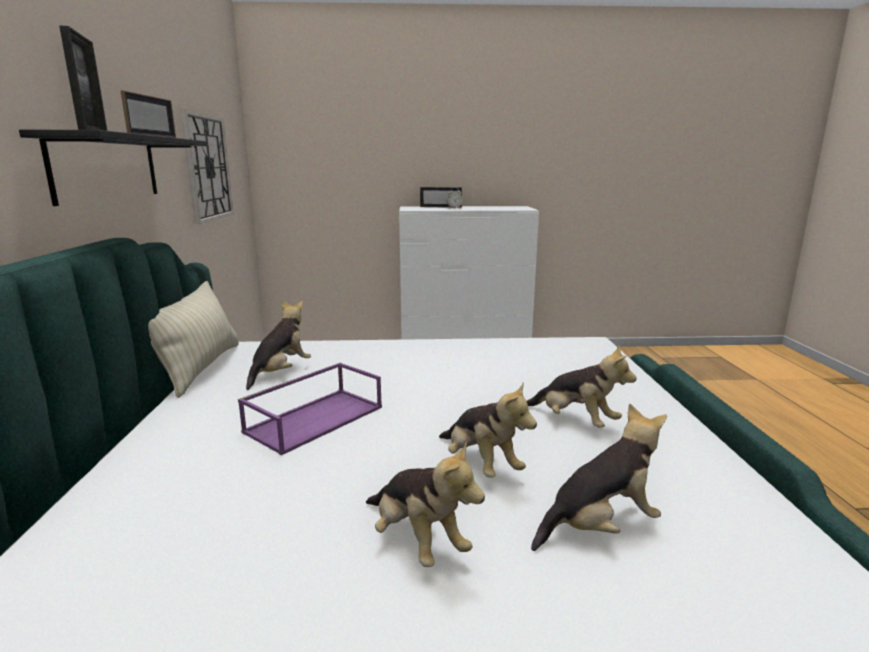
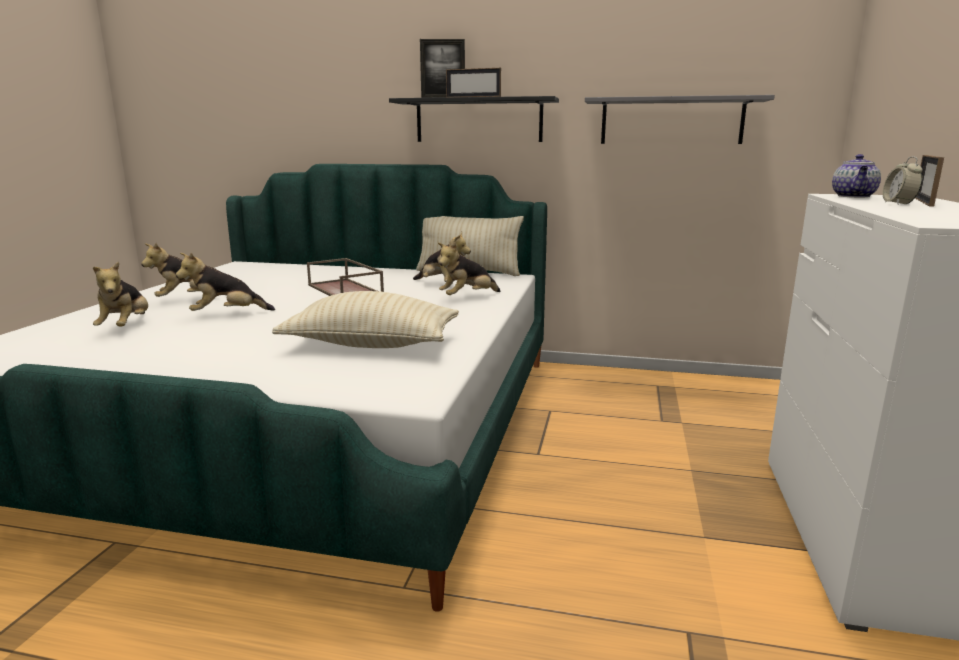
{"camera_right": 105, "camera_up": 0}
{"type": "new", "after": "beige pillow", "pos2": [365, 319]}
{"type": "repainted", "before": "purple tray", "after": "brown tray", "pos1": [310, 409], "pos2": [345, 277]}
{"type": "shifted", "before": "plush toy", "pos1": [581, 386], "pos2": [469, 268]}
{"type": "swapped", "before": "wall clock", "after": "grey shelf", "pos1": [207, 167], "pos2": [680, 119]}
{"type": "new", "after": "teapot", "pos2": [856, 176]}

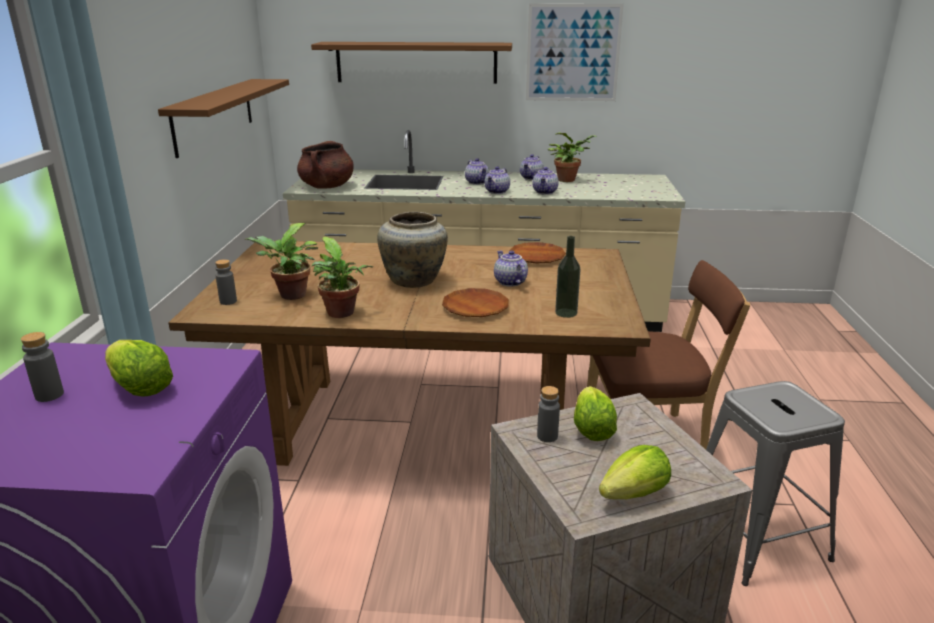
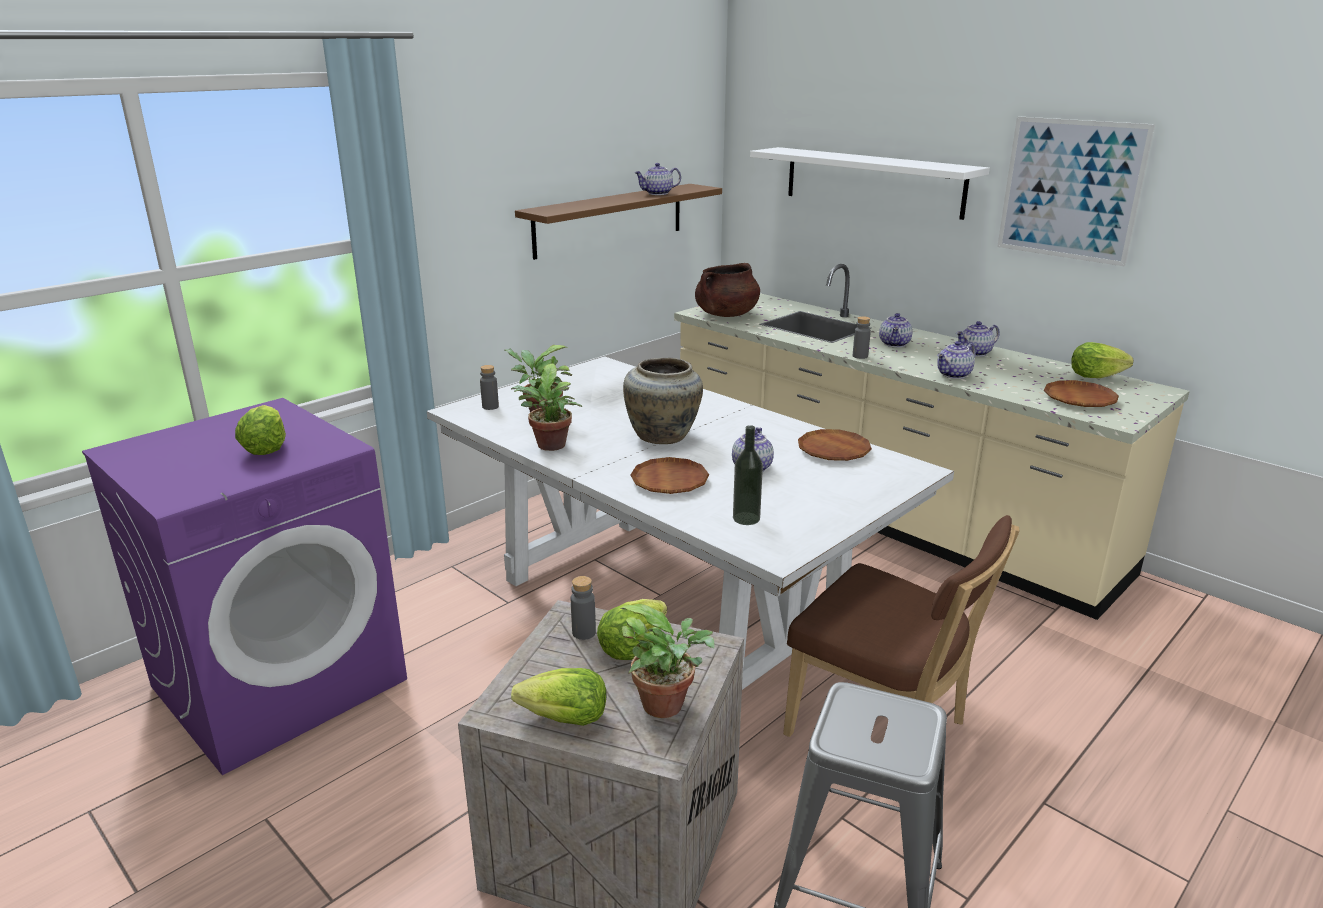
{"camera_right": 40, "camera_up": 0}
{"type": "repainted", "before": "brown dining table", "after": "white dining table", "pos1": [409, 353], "pos2": [690, 523]}
{"type": "shifted", "before": "potted plant", "pos1": [572, 157], "pos2": [667, 661]}
{"type": "shifted", "before": "teapot", "pos1": [497, 180], "pos2": [657, 179]}
{"type": "repainted", "before": "brown shelf", "after": "white shelf", "pos1": [411, 63], "pos2": [870, 183]}
{"type": "shifted", "before": "grey bottle", "pos1": [42, 367], "pos2": [862, 337]}
{"type": "new", "after": "brown plate", "pos2": [1081, 393]}
{"type": "new", "after": "lettuce", "pos2": [1102, 360]}

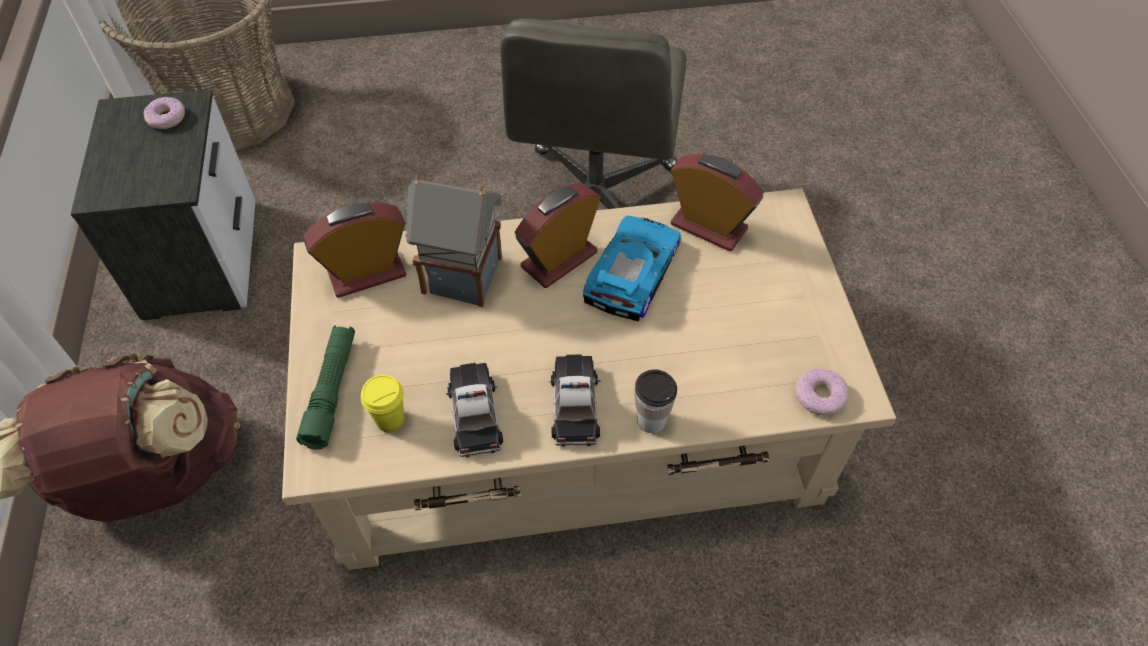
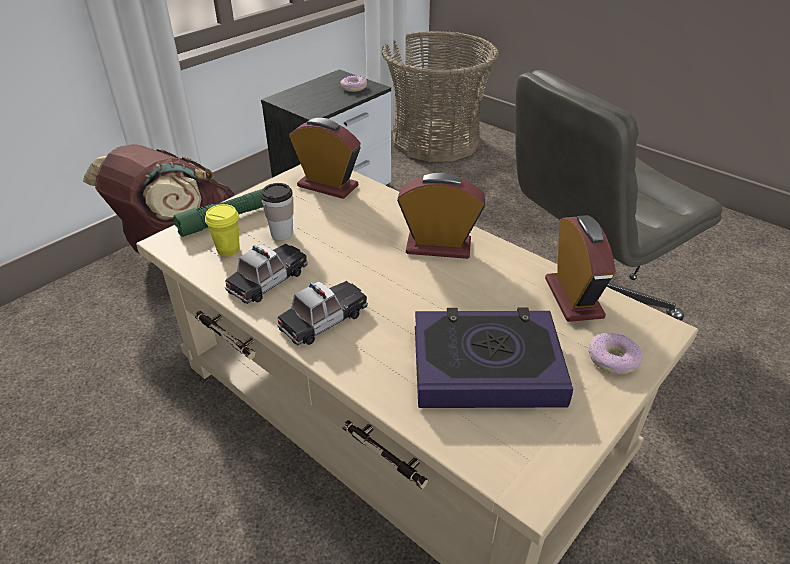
{"camera_right": 50, "camera_up": -15}
{"type": "shifted", "before": "cup", "pos1": [656, 401], "pos2": [277, 212]}
{"type": "new", "after": "book", "pos2": [494, 357]}
{"type": "shifted", "before": "donut", "pos1": [822, 392], "pos2": [615, 353]}
{"type": "gone", "before": "toy house", "pos1": [454, 241]}
{"type": "gone", "before": "toy car", "pos1": [632, 268]}

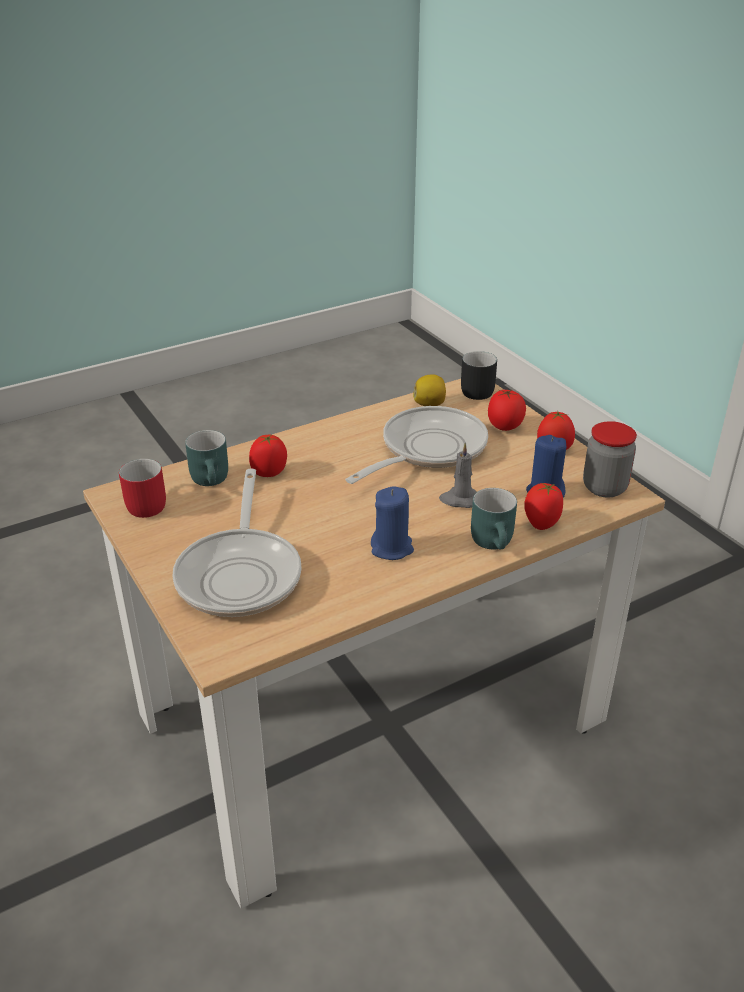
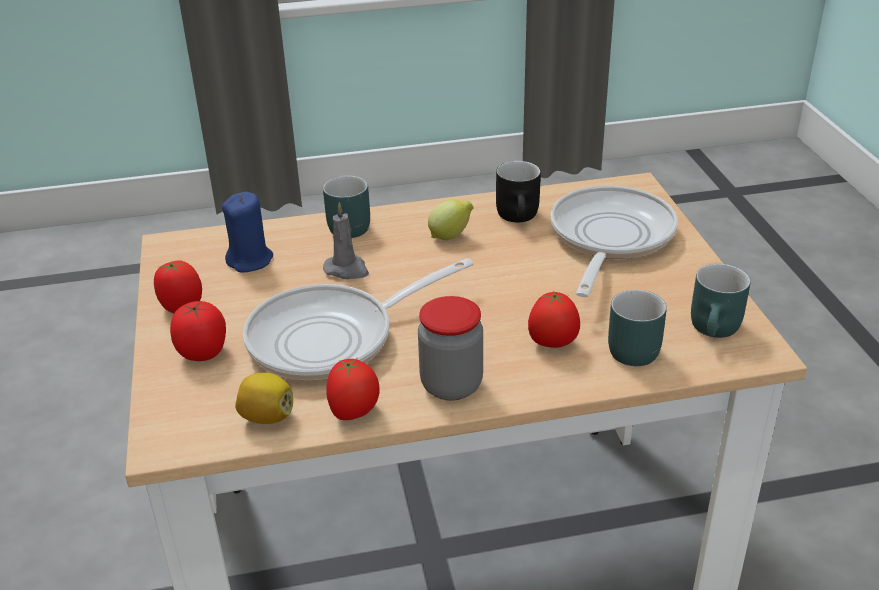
{"camera_right": -160, "camera_up": 0}
{"type": "shifted", "before": "tomato", "pos1": [543, 506], "pos2": [353, 389]}
{"type": "shifted", "before": "jar", "pos1": [610, 459], "pos2": [450, 348]}
{"type": "swapped", "before": "blue candle", "after": "lemon", "pos1": [392, 523], "pos2": [451, 220]}
{"type": "shifted", "before": "black mug", "pos1": [479, 375], "pos2": [518, 191]}
{"type": "repainted", "before": "red mug", "after": "turquoise mug", "pos1": [142, 488], "pos2": [721, 301]}

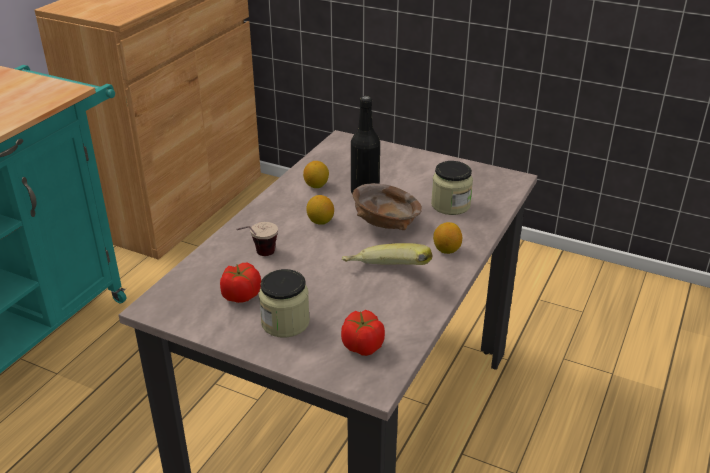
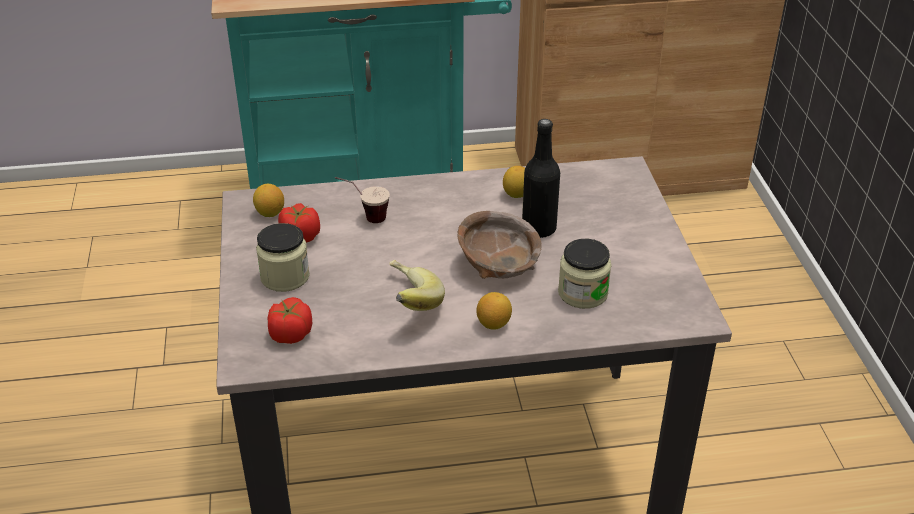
{"camera_right": 55, "camera_up": 5}
{"type": "shifted", "before": "lemon", "pos1": [320, 210], "pos2": [268, 200]}

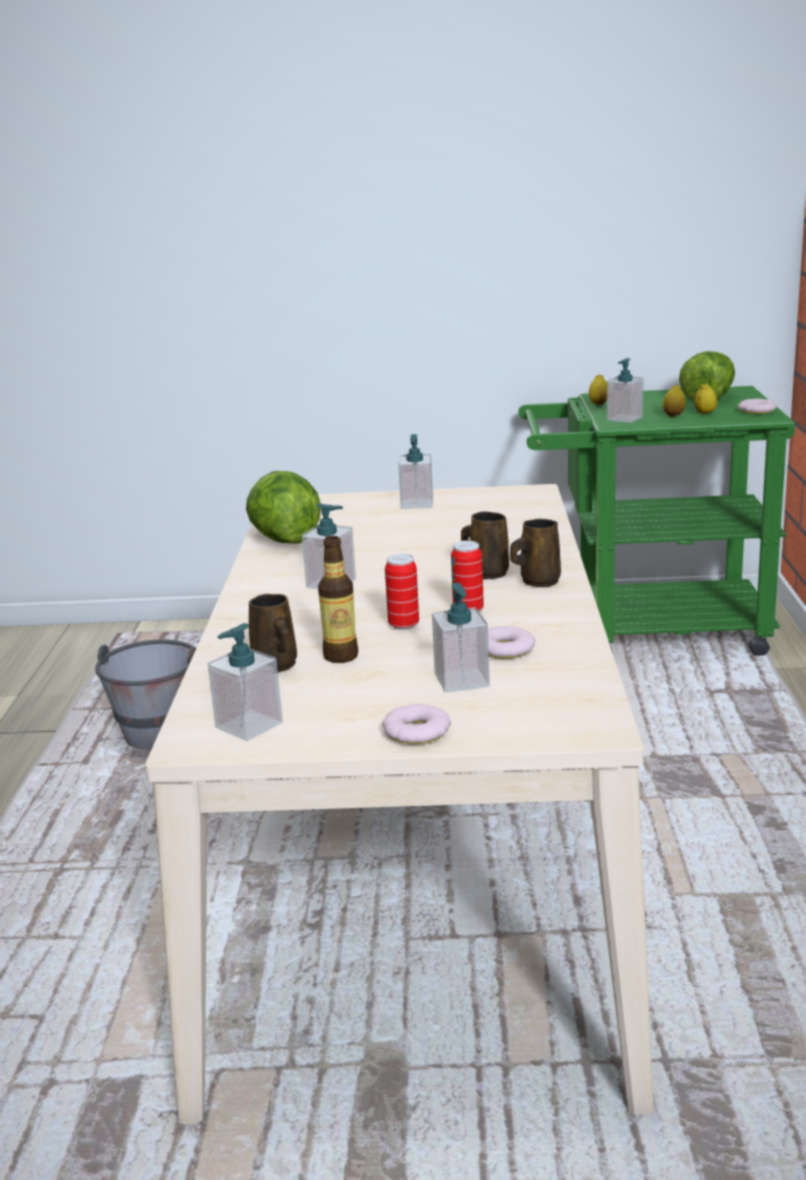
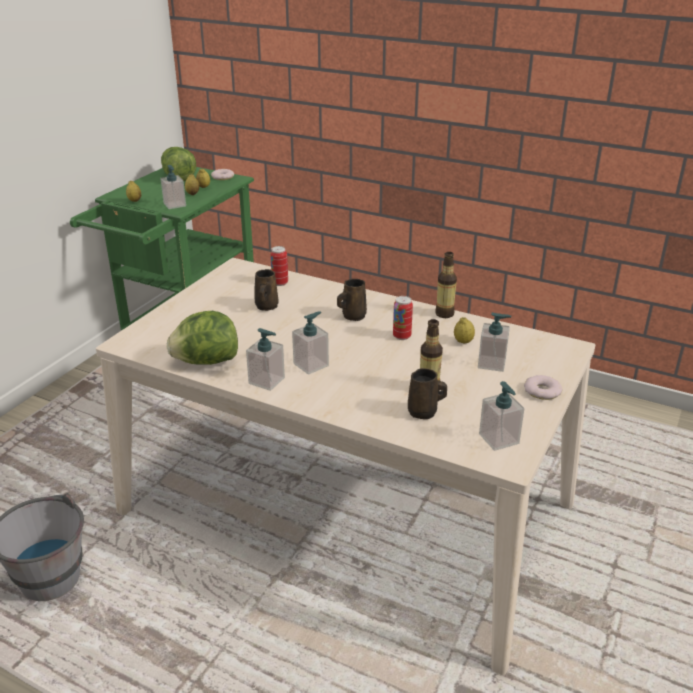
{"camera_right": -65, "camera_up": 10}
{"type": "shifted", "before": "soap dispenser", "pos1": [415, 471], "pos2": [265, 359]}
{"type": "shifted", "before": "brown mug", "pos1": [535, 553], "pos2": [266, 290]}
{"type": "shifted", "before": "can", "pos1": [402, 592], "pos2": [279, 266]}
{"type": "new", "after": "bottle", "pos2": [446, 285]}
{"type": "swapped", "before": "donut", "after": "lemon", "pos1": [511, 642], "pos2": [464, 330]}

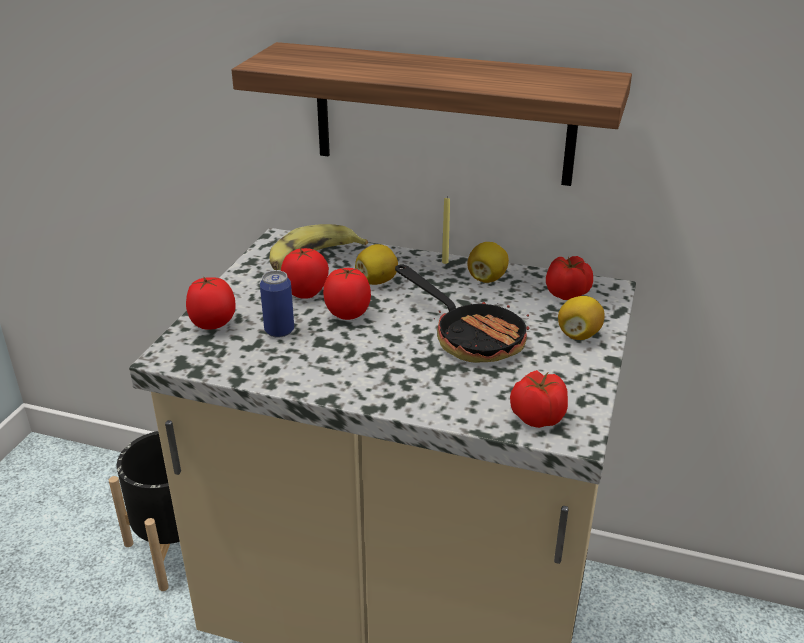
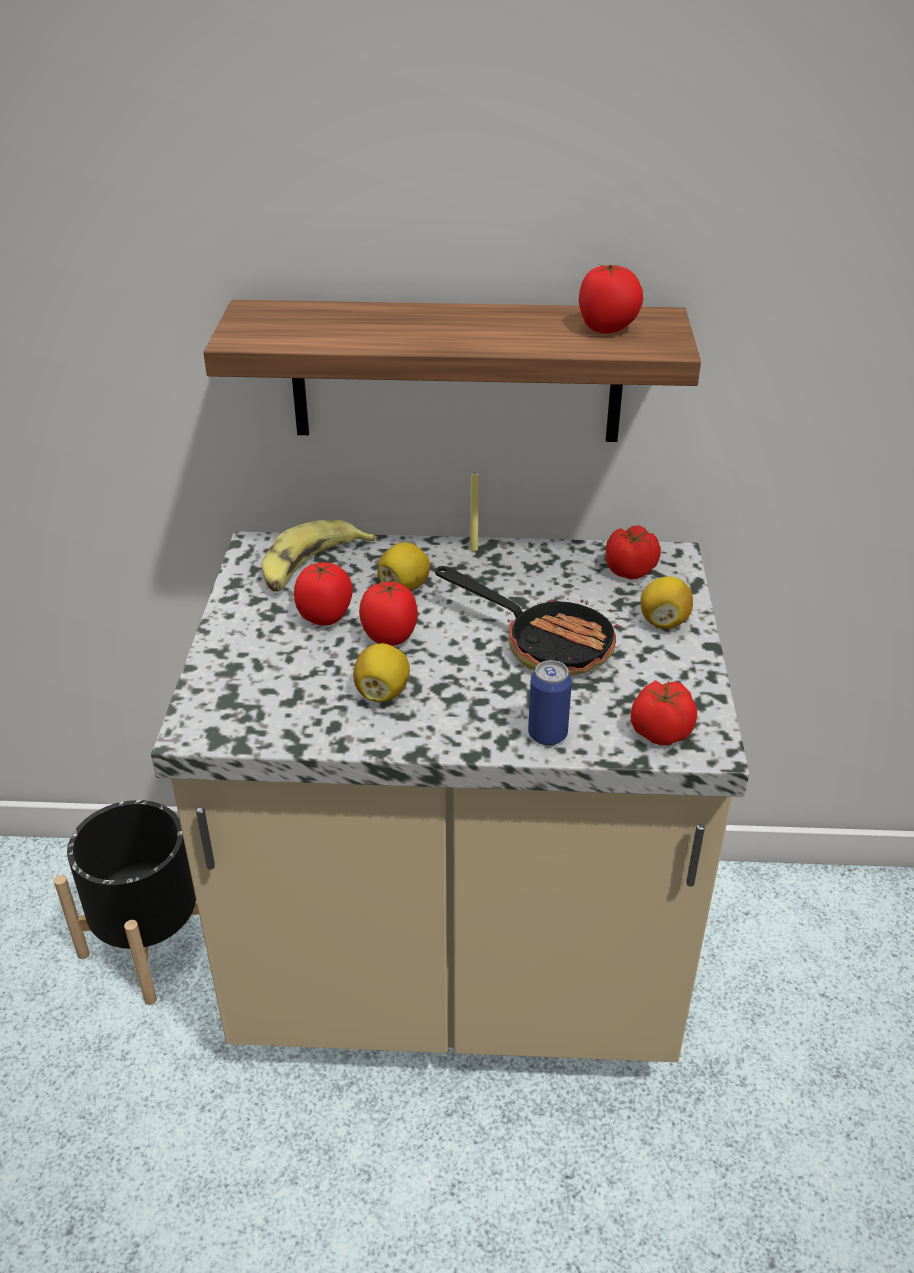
{"camera_right": -15, "camera_up": 5}
{"type": "shifted", "before": "lemon", "pos1": [488, 262], "pos2": [381, 672]}
{"type": "shifted", "before": "can", "pos1": [277, 303], "pos2": [550, 703]}
{"type": "shifted", "before": "tomato", "pos1": [211, 303], "pos2": [611, 299]}

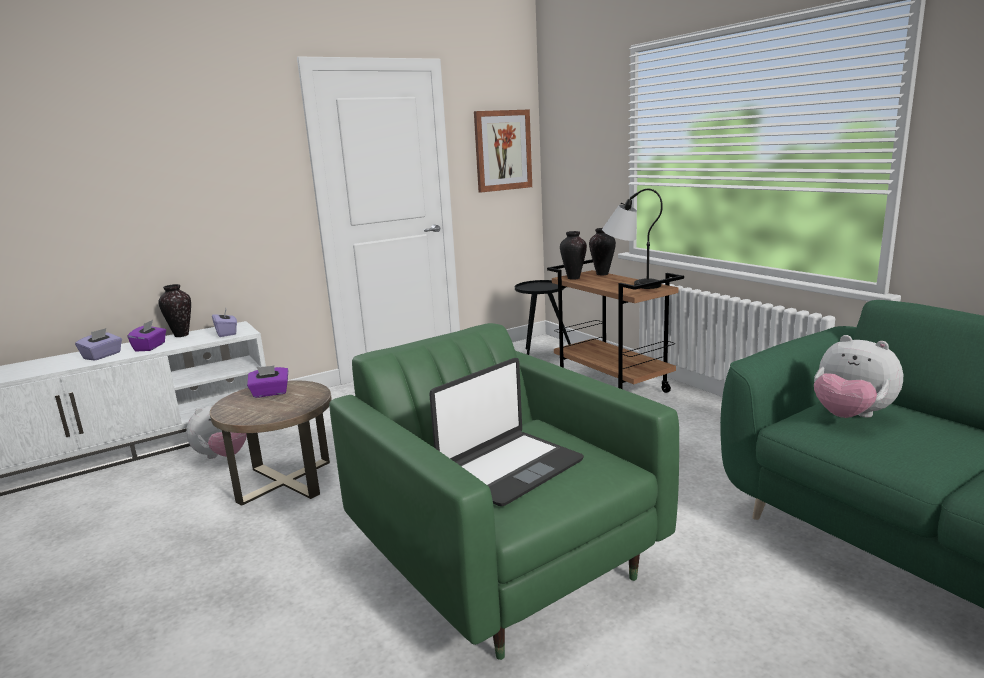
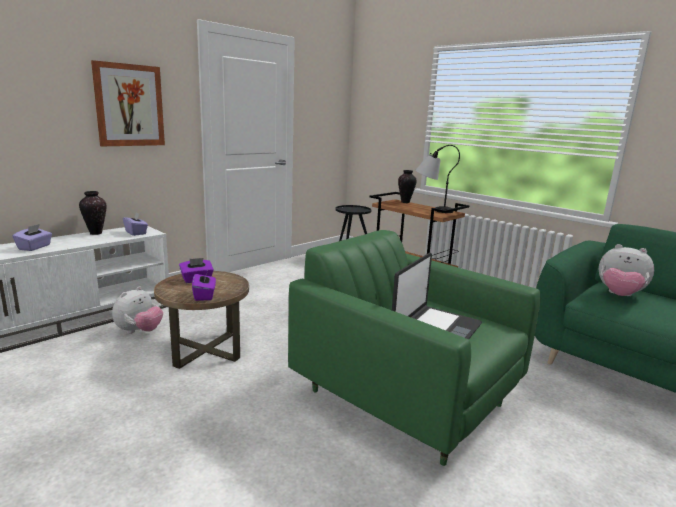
{"camera_right": -15, "camera_up": 0}
{"type": "shifted", "before": "picture", "pos1": [503, 151], "pos2": [128, 103]}
{"type": "shifted", "before": "purple tissue box", "pos1": [146, 335], "pos2": [204, 286]}
{"type": "gone", "before": "vase", "pos1": [573, 255]}

